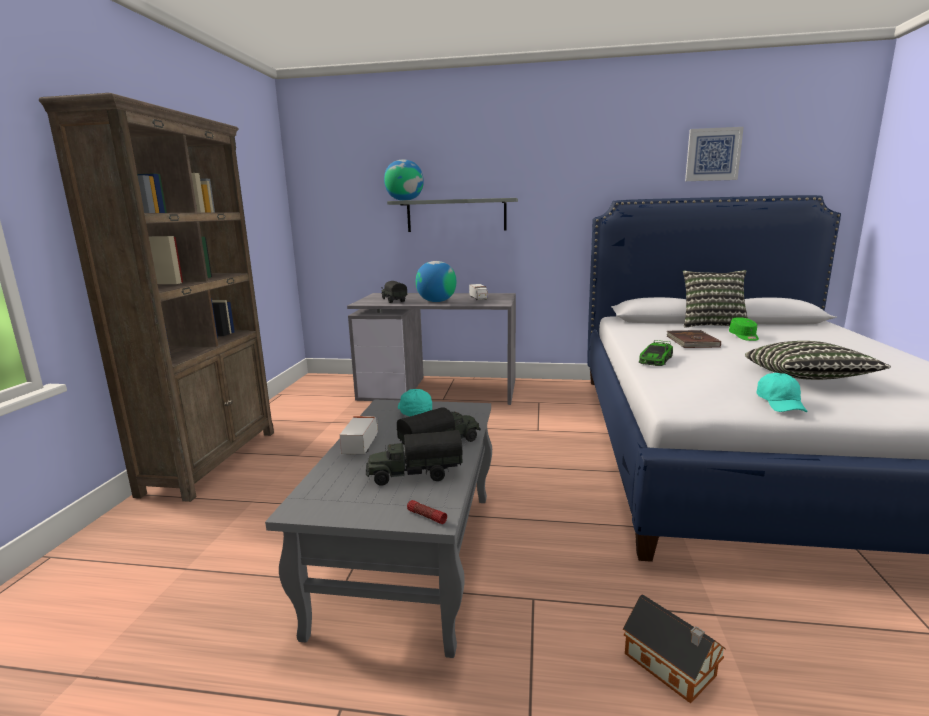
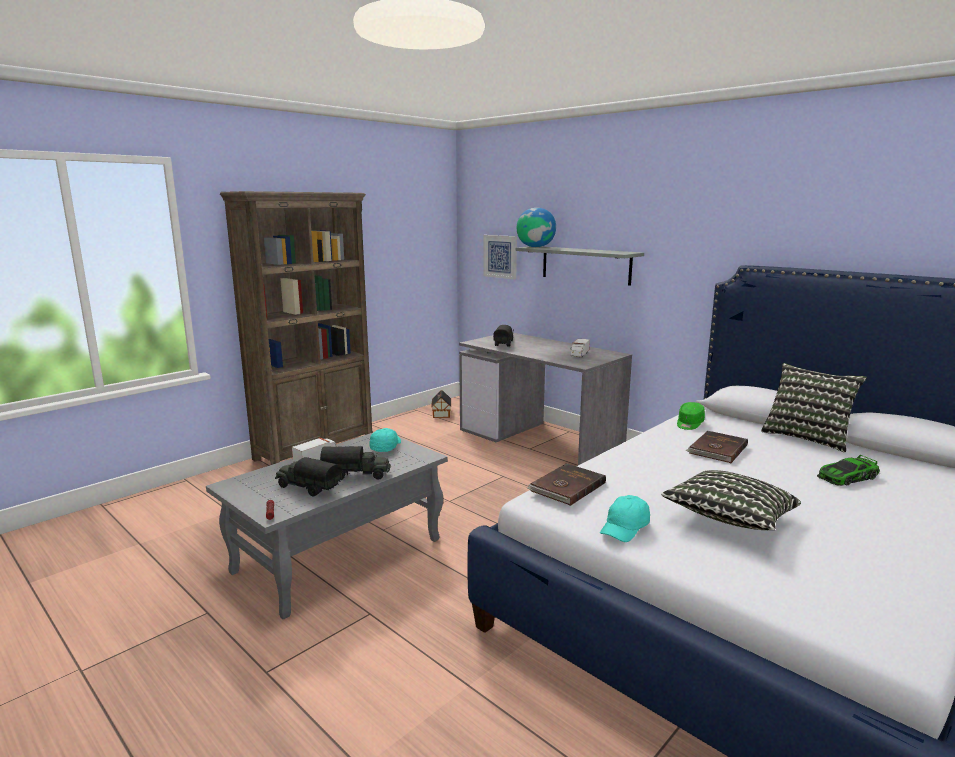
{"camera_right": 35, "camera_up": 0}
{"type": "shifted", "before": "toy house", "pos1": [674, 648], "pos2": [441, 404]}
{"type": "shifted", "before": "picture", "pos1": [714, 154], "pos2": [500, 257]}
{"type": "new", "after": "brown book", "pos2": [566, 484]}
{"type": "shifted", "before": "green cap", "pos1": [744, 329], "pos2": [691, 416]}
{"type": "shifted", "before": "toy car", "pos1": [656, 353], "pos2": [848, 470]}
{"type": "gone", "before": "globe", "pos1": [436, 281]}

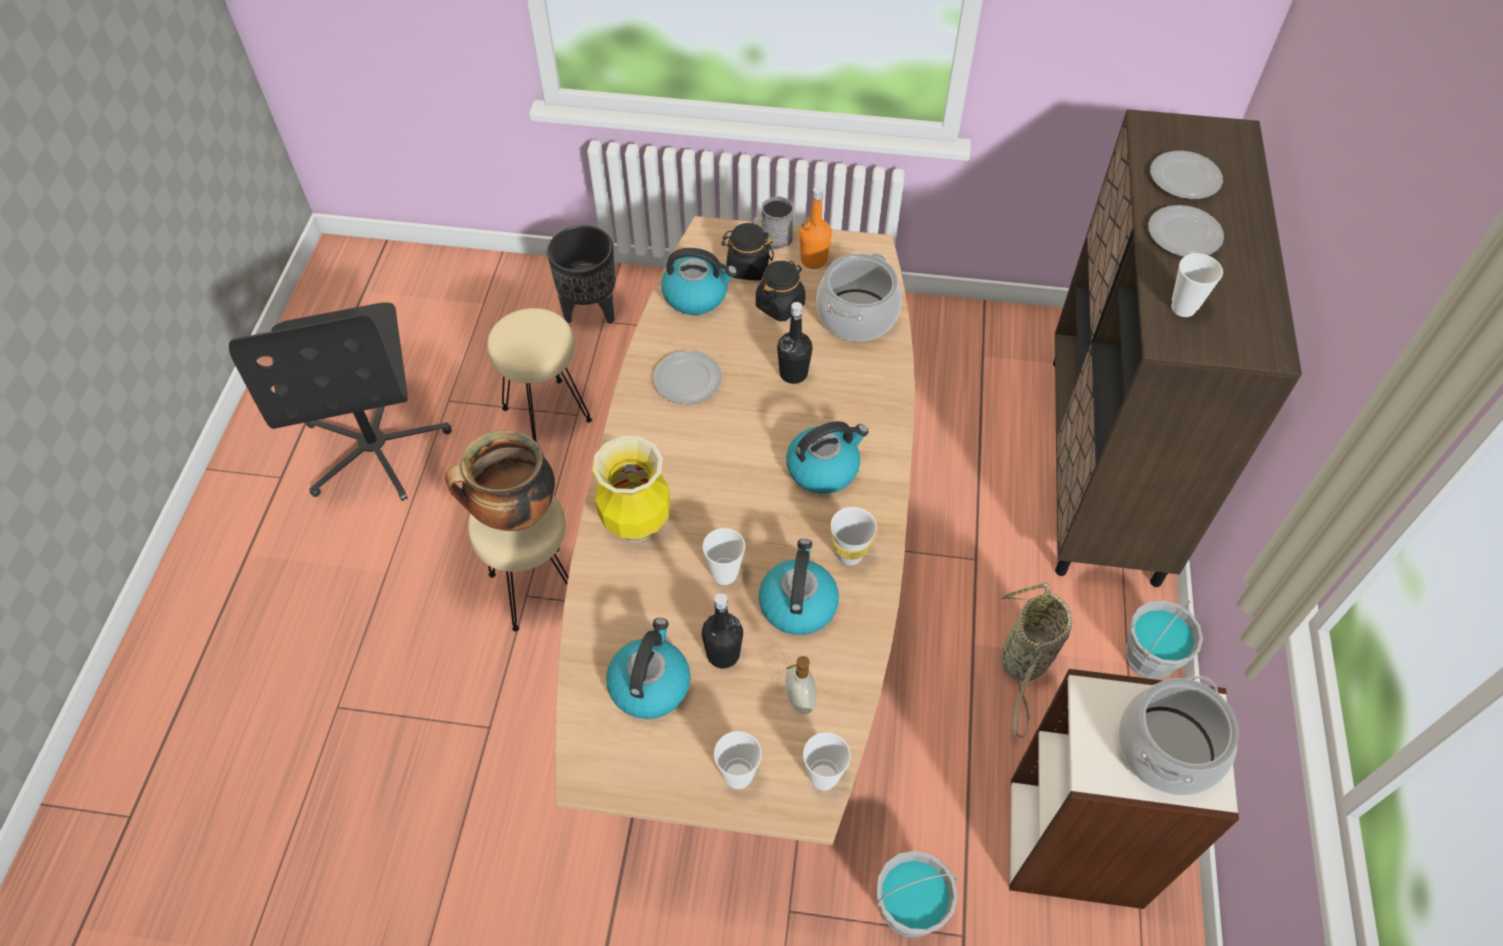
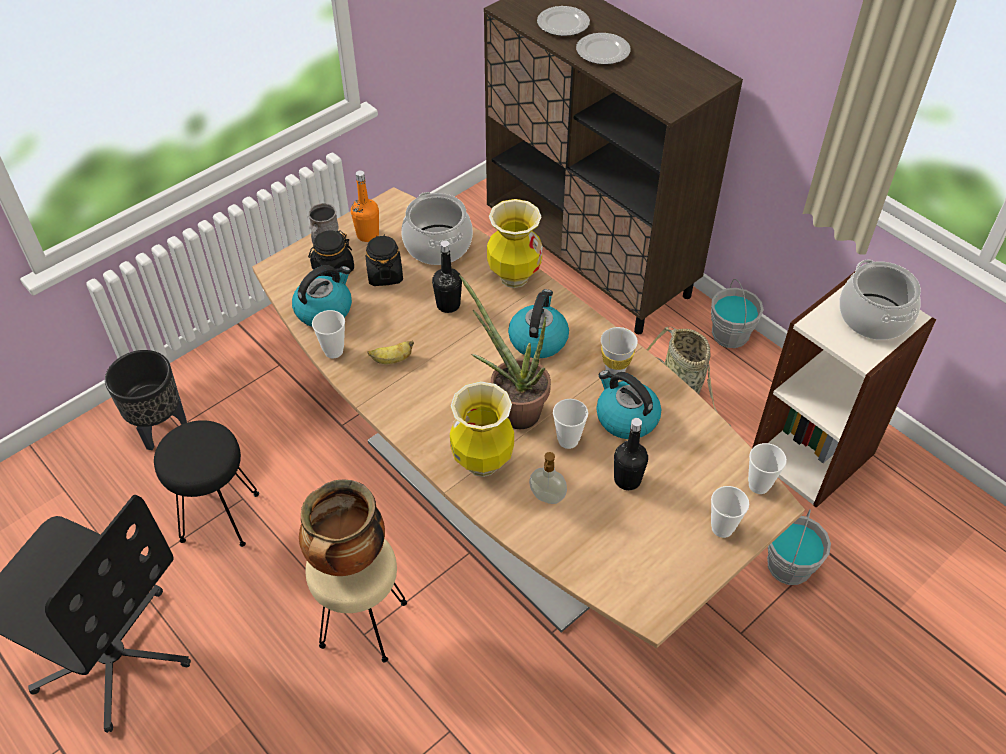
{"camera_right": -50, "camera_up": -5}
{"type": "repainted", "before": "beige stool", "after": "black stool", "pos1": [539, 375], "pos2": [206, 483]}
{"type": "shifted", "before": "cup", "pos1": [1197, 285], "pos2": [328, 334]}
{"type": "swapped", "before": "plate", "after": "banana", "pos1": [687, 377], "pos2": [390, 352]}
{"type": "new", "after": "potted plant", "pos2": [505, 352]}
{"type": "new", "after": "vase", "pos2": [515, 243]}
{"type": "shifted", "before": "soap dispenser", "pos1": [801, 685], "pos2": [548, 478]}
{"type": "gone", "before": "kettle", "pos1": [648, 668]}

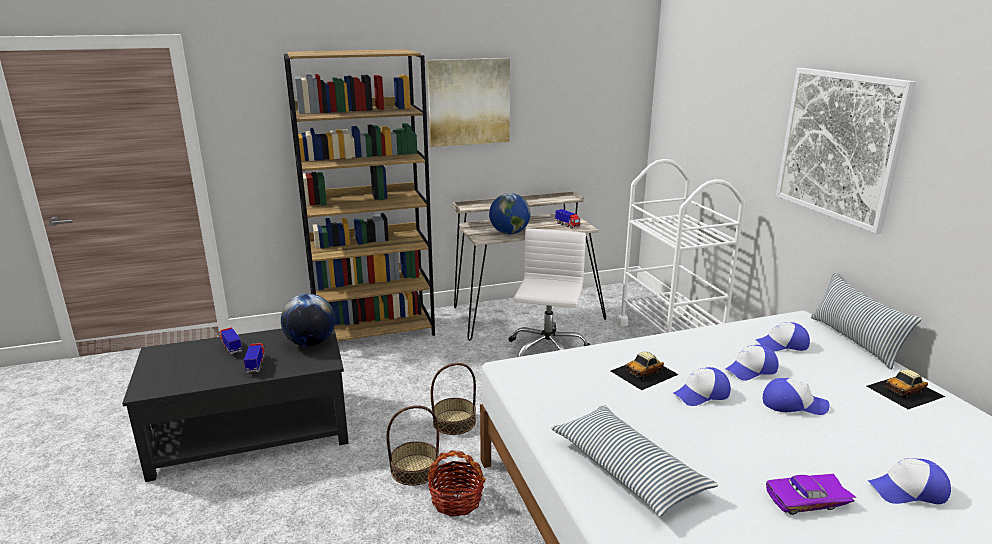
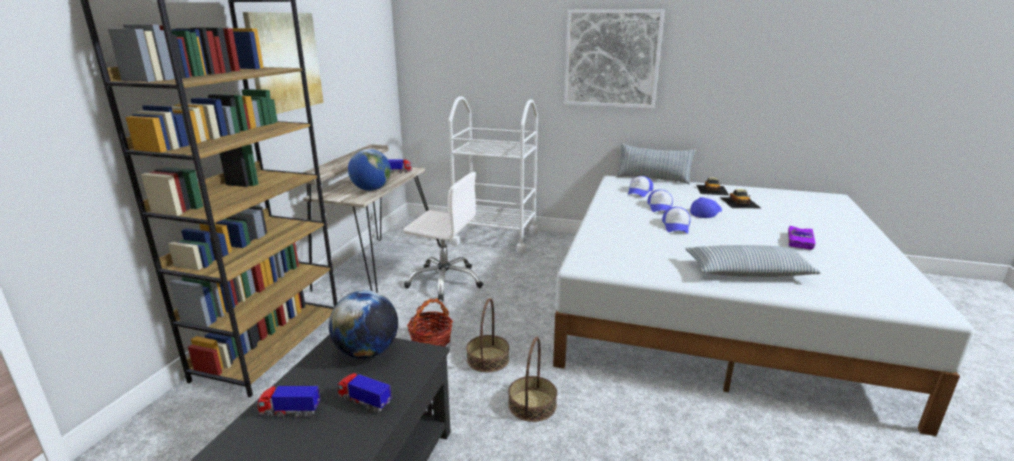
{"camera_right": -55, "camera_up": 0}
{"type": "rotated", "before": "white office chair", "pos1": [549, 293], "pos2": [443, 236], "turn": 150}
{"type": "shifted", "before": "basket", "pos1": [457, 483], "pos2": [430, 322]}
{"type": "shifted", "before": "toy car", "pos1": [645, 371], "pos2": [740, 198]}
{"type": "gone", "before": "cap", "pos1": [909, 481]}

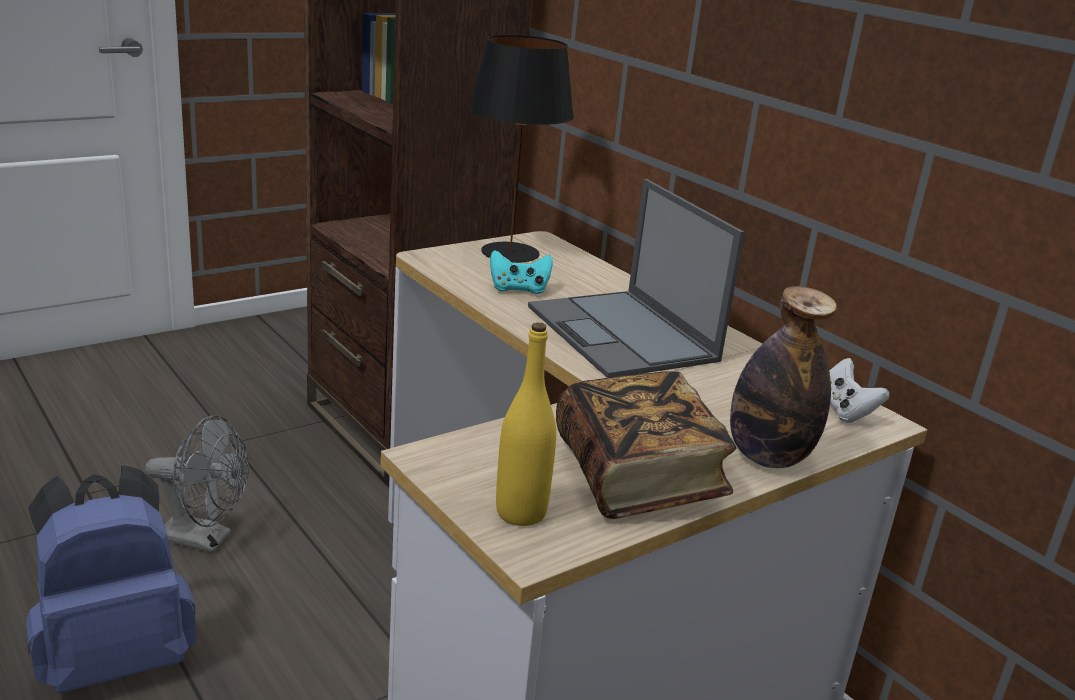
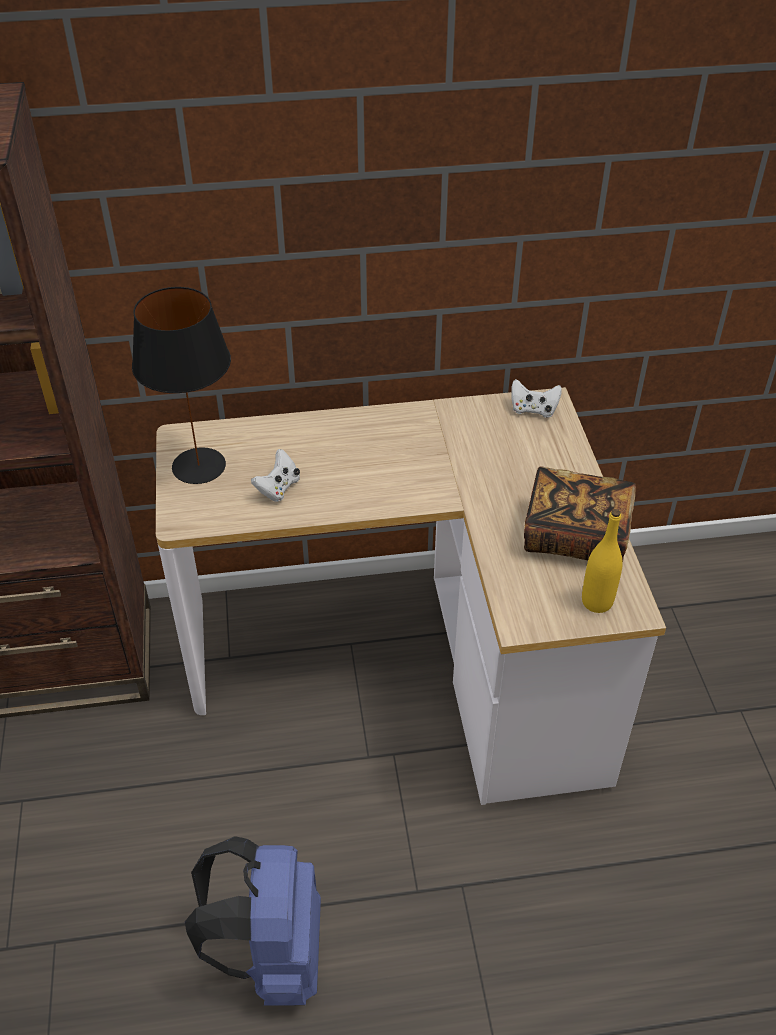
{"camera_right": -60, "camera_up": 20}
{"type": "repainted", "before": "turquoise game controller", "after": "white game controller", "pos1": [521, 272], "pos2": [275, 475]}
{"type": "gone", "before": "grey fan", "pos1": [197, 484]}
{"type": "gone", "before": "laptop", "pos1": [636, 278]}
{"type": "gone", "before": "bottle", "pos1": [783, 377]}

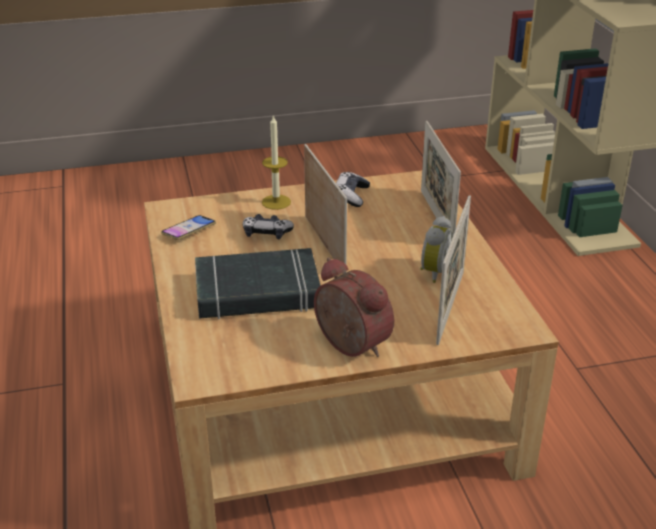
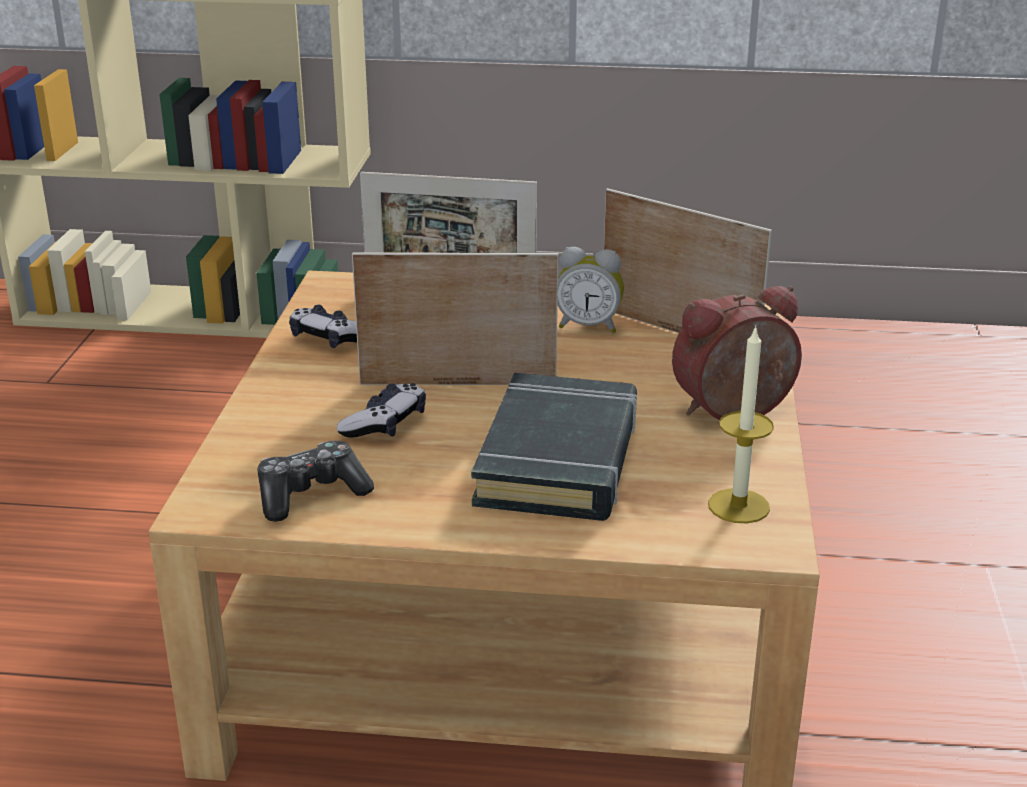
{"camera_right": -70, "camera_up": -5}
{"type": "swapped", "before": "phone", "after": "game controller", "pos1": [188, 227], "pos2": [316, 481]}
{"type": "rotated", "before": "alarm clock", "pos1": [436, 249], "pos2": [591, 290], "turn": 150}
{"type": "shifted", "before": "candle", "pos1": [276, 162], "pos2": [741, 424]}

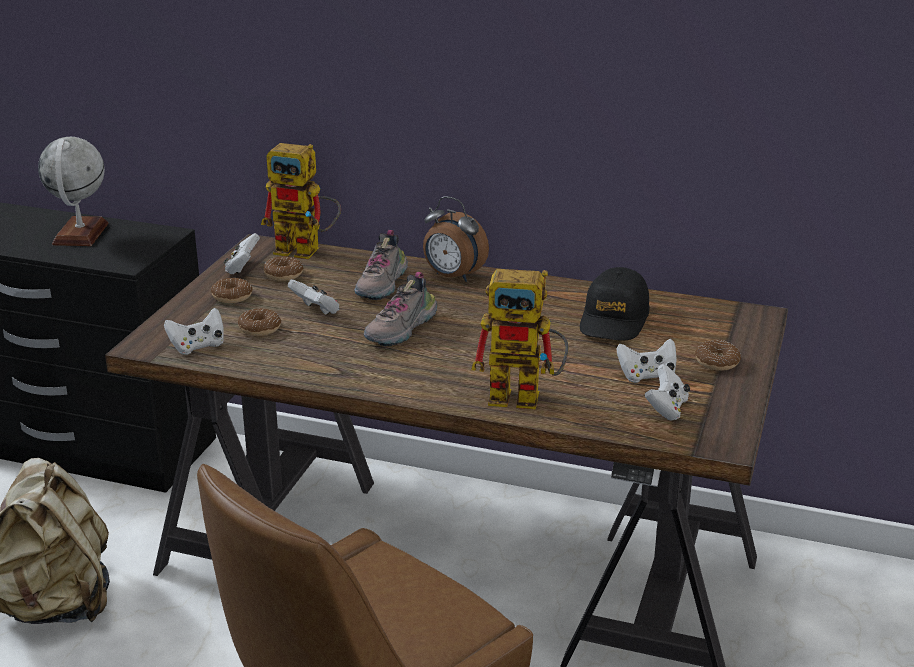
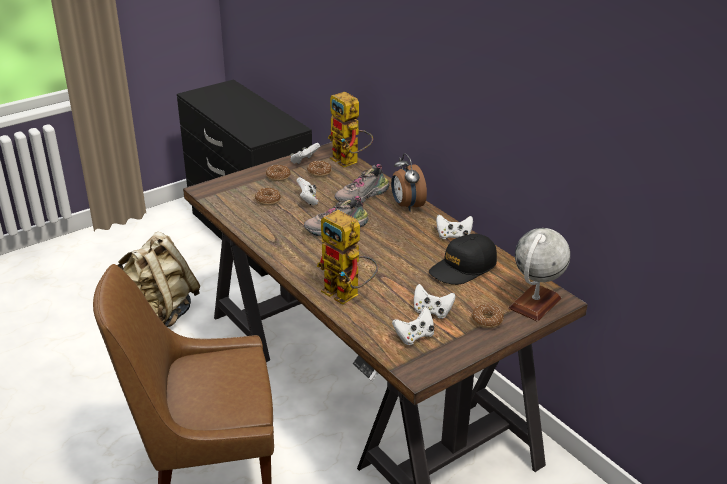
{"camera_right": 35, "camera_up": 5}
{"type": "shifted", "before": "white game controller", "pos1": [194, 331], "pos2": [454, 227]}
{"type": "shifted", "before": "globe", "pos1": [73, 191], "pos2": [539, 274]}

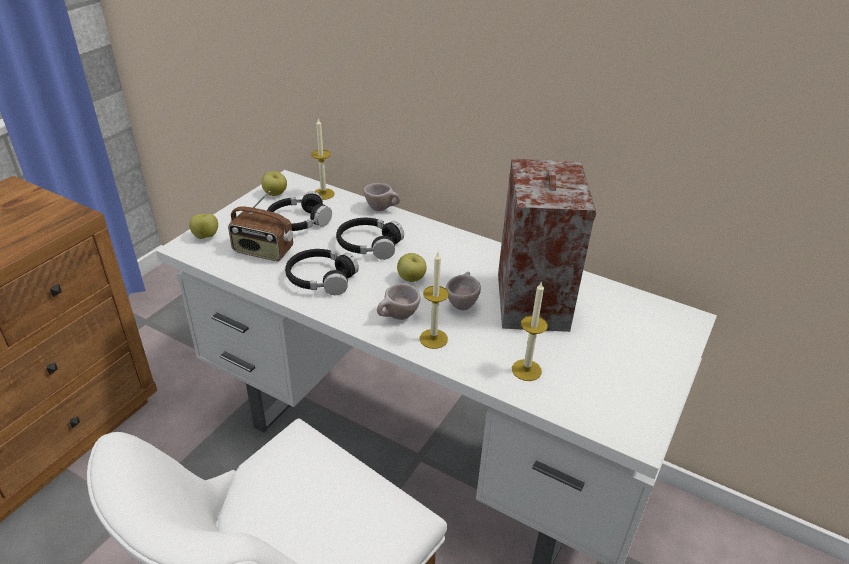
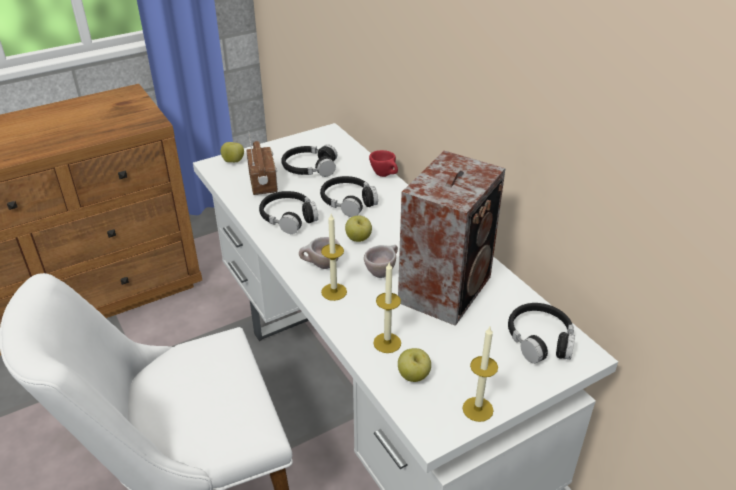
{"camera_right": 30, "camera_up": 0}
{"type": "rotated", "before": "radio", "pos1": [260, 226], "pos2": [262, 163], "turn": -150}
{"type": "repainted", "before": "beige cup", "after": "red cup", "pos1": [381, 197], "pos2": [383, 163]}
{"type": "shifted", "before": "apple", "pos1": [274, 183], "pos2": [414, 365]}
{"type": "shifted", "before": "candle", "pos1": [323, 159], "pos2": [480, 374]}
{"type": "new", "after": "black headphones", "pos2": [541, 333]}

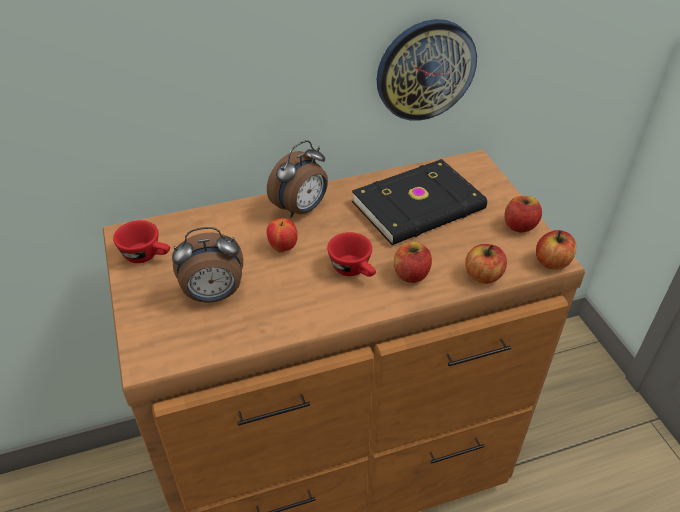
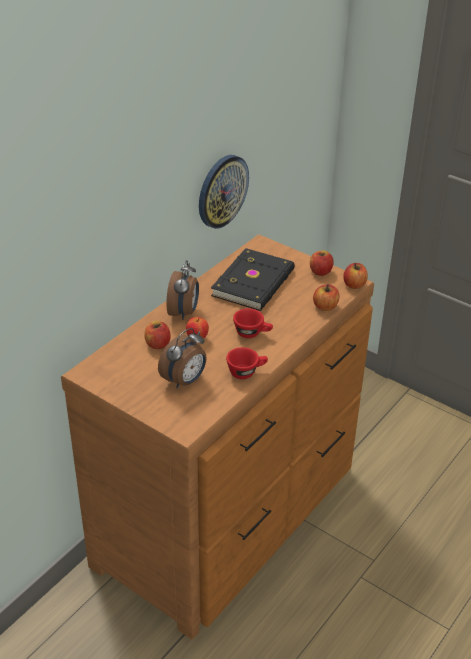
{"camera_right": -35, "camera_up": -5}
{"type": "shifted", "before": "apple", "pos1": [413, 262], "pos2": [157, 335]}
{"type": "shifted", "before": "red cup", "pos1": [141, 241], "pos2": [247, 363]}

